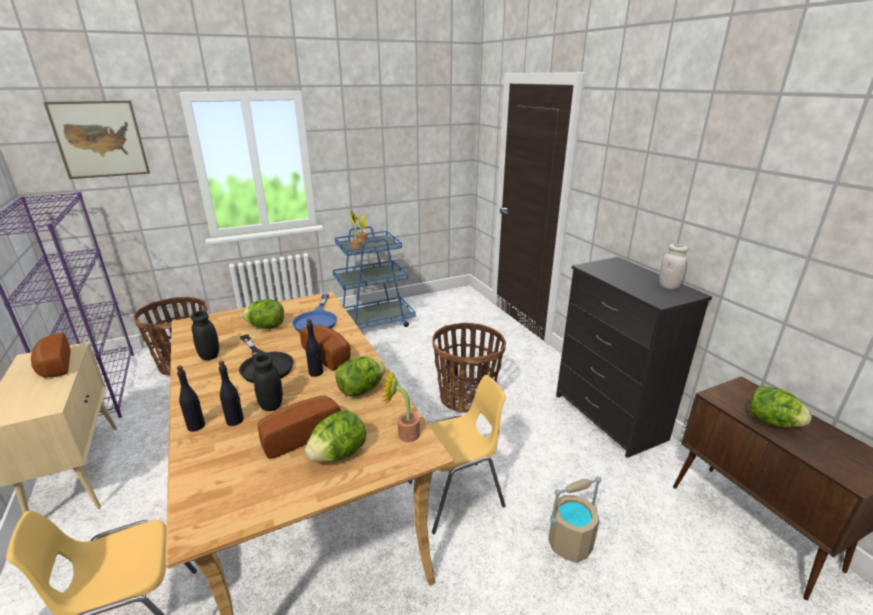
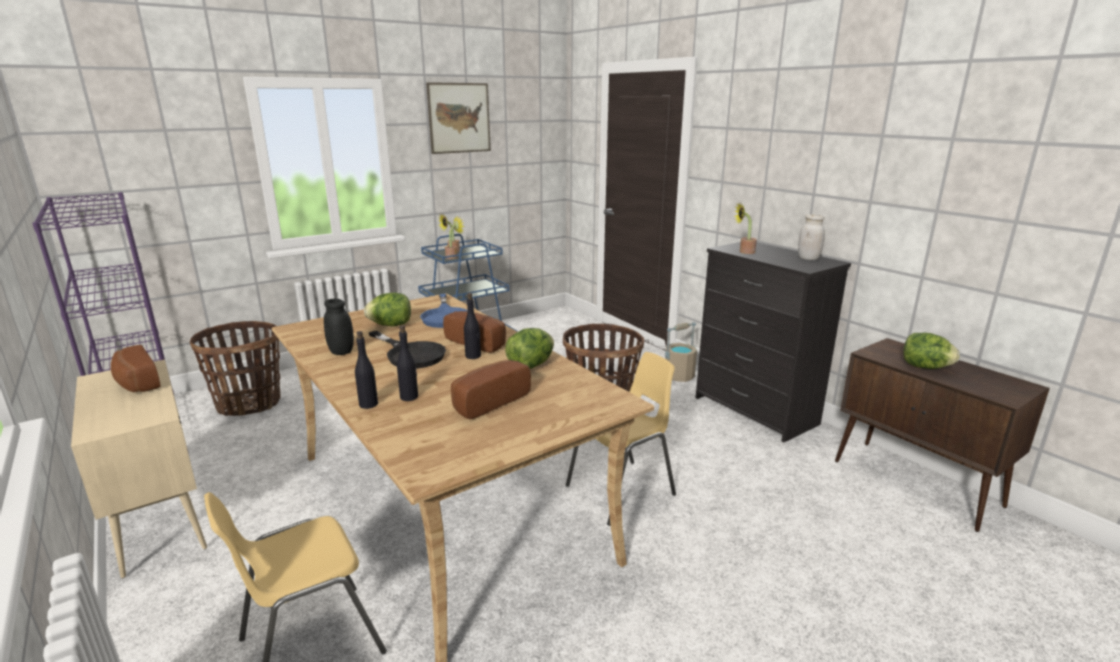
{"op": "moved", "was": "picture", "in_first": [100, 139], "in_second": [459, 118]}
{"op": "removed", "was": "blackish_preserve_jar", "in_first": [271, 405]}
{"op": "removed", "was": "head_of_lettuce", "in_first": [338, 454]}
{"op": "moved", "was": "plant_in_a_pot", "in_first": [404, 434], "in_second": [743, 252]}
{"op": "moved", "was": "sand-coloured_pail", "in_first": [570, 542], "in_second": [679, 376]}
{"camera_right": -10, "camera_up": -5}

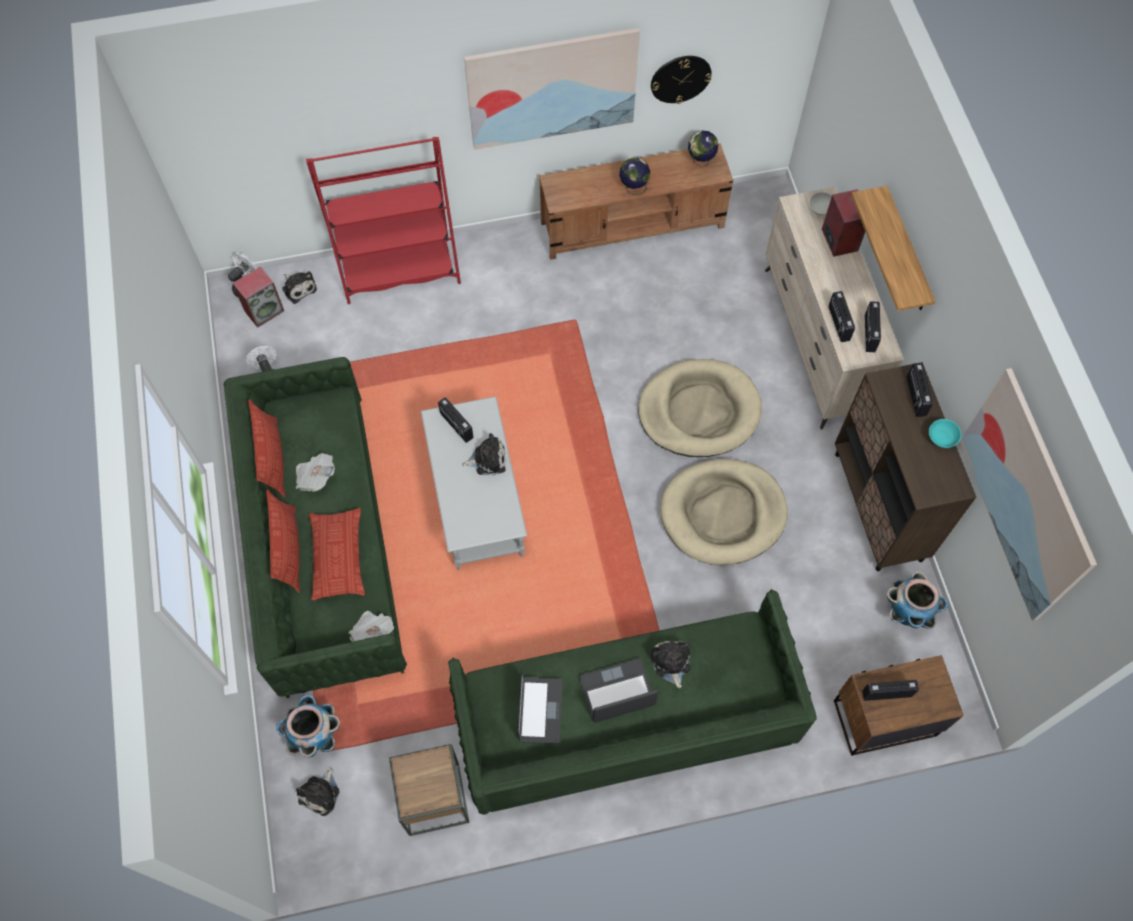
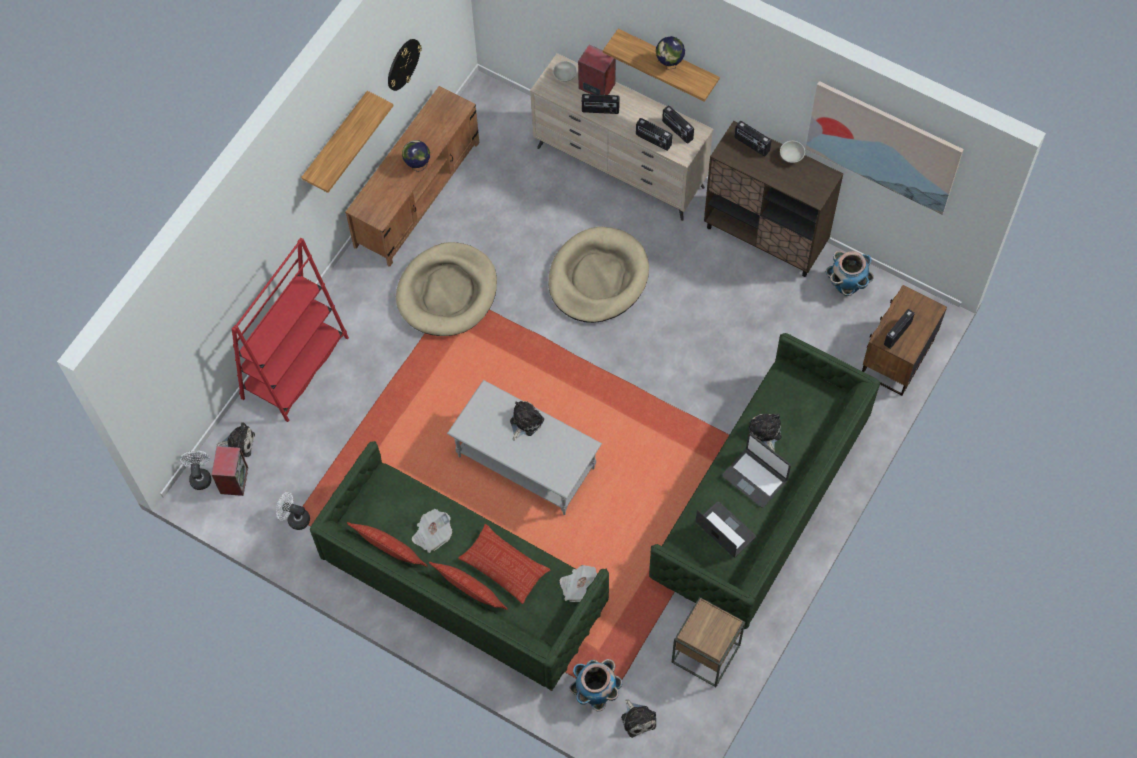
{"op": "moved", "was": "radio_set", "in_first": [456, 426], "in_second": [600, 110]}
{"op": "replaced", "was": "picture", "now": "bracket_shelf", "in_first": [552, 88], "in_second": [336, 141]}
{"op": "turned", "was": "portable_computer", "in_first": [617, 692], "in_second": [755, 477], "clockwise": -75}
{"op": "turned", "was": "plush_toy", "in_first": [670, 663], "in_second": [765, 433], "clockwise": 45}
{"op": "moved", "was": "sand-coloured_dog_bed", "in_first": [723, 513], "in_second": [447, 292]}
{"op": "moved", "was": "desk_globe", "in_first": [700, 161], "in_second": [669, 64]}
{"op": "recoloured", "was": "blue-green_deep_dish", "now": "white_deep_dish", "in_first": [941, 440], "in_second": [792, 158]}
{"camera_right": -45, "camera_up": 0}

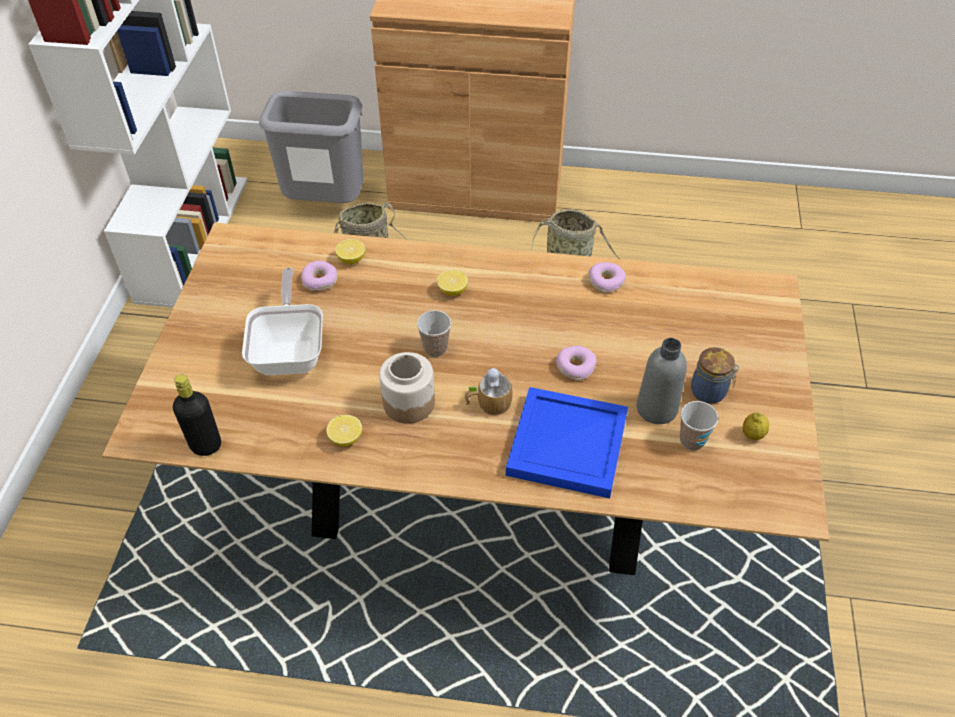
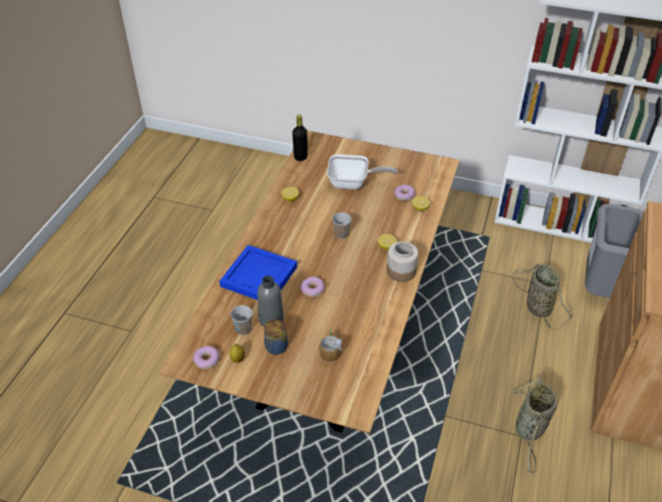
{"op": "moved", "was": "preserve_jar", "in_first": [409, 402], "in_second": [401, 271]}
{"op": "moved", "was": "mug", "in_first": [488, 403], "in_second": [330, 351]}
{"op": "moved", "was": "ring_doughnut", "in_first": [605, 281], "in_second": [207, 360]}
{"camera_right": 100, "camera_up": -5}

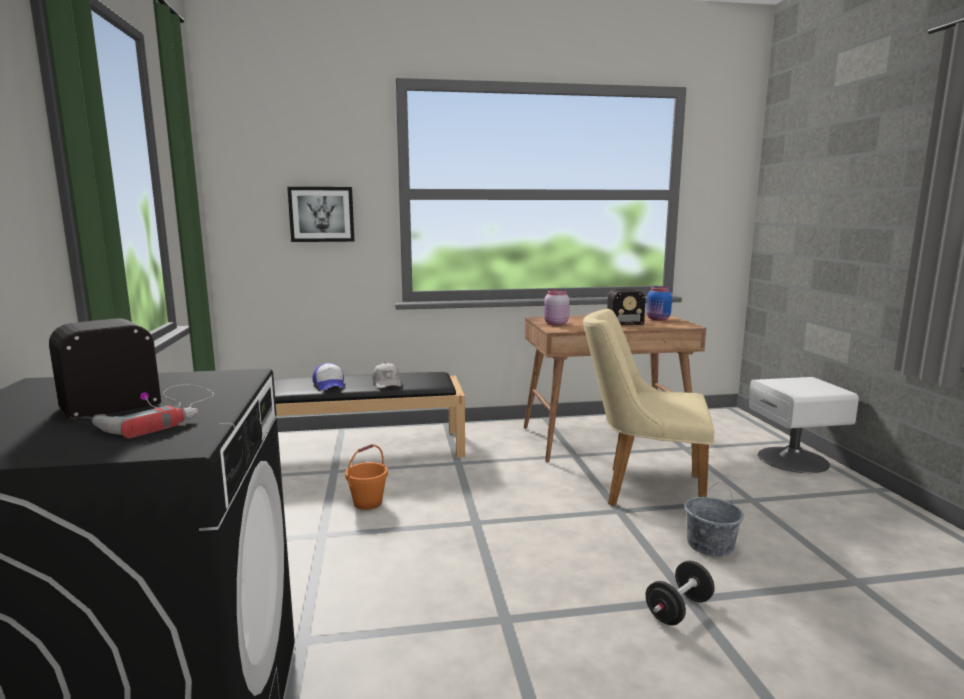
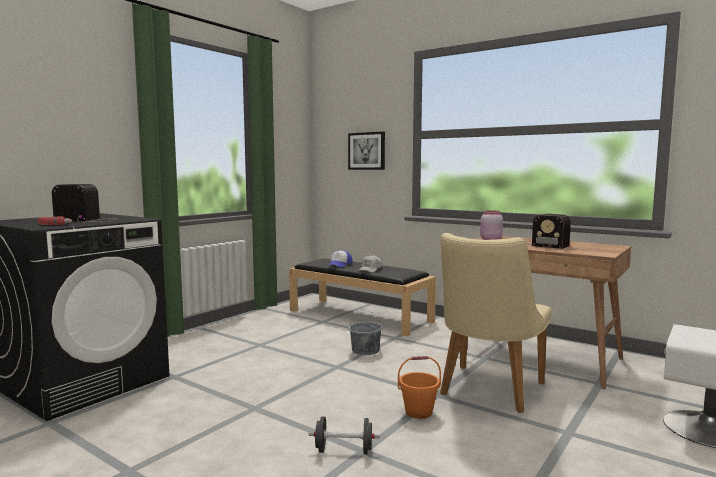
{"op": "moved", "was": "orange_pail", "in_first": [368, 503], "in_second": [418, 412]}
{"op": "turned", "was": "sand-coloured_chair", "in_first": [643, 489], "in_second": [487, 391], "clockwise": -120}
{"op": "removed", "was": "bluish_preserve_jar", "in_first": [658, 319]}
{"op": "moved", "was": "greyish_pail", "in_first": [710, 545], "in_second": [365, 351]}
{"camera_right": 45, "camera_up": -5}

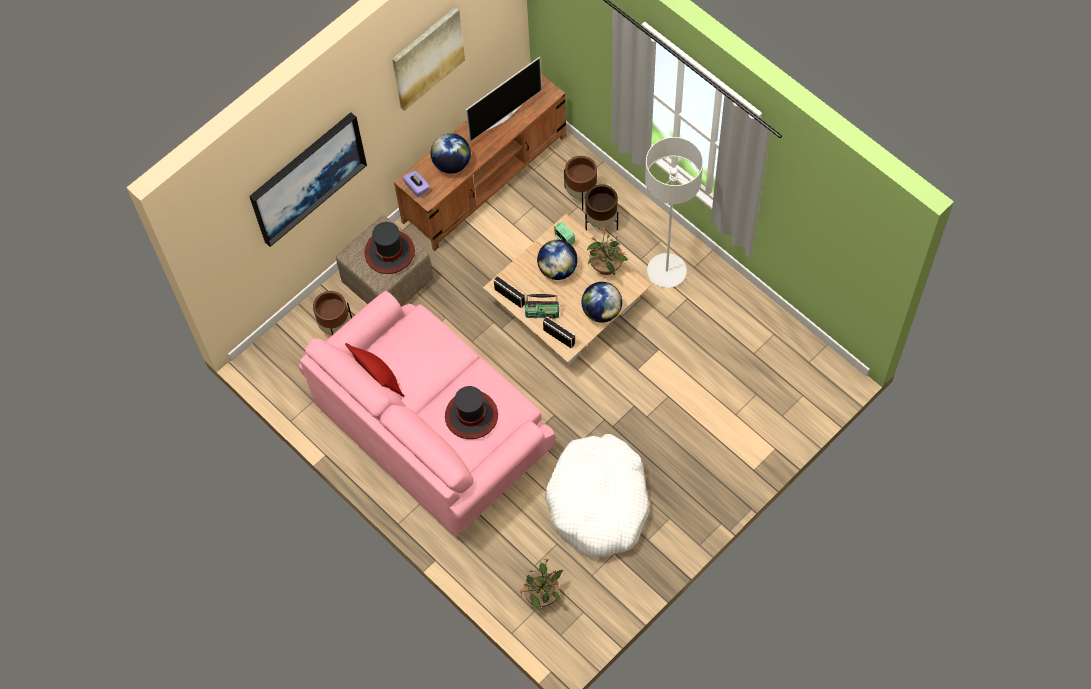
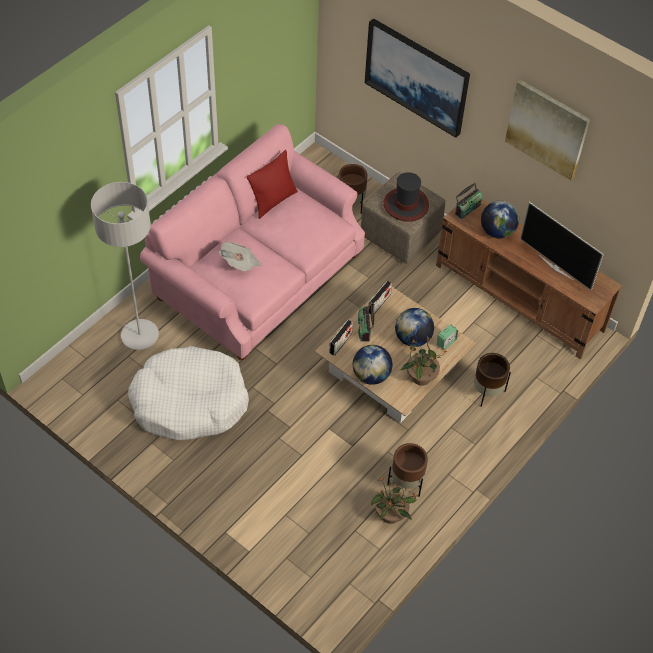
{"op": "replaced", "was": "purplish_tissue_holder", "now": "radio_set", "in_first": [417, 187], "in_second": [467, 208]}
{"op": "replaced", "was": "clothing_hat", "now": "printed_paper", "in_first": [471, 415], "in_second": [240, 264]}
{"op": "moved", "was": "plant_in_a_pot", "in_first": [542, 594], "in_second": [391, 515]}
{"op": "moved", "was": "brown-coloured_flower_pot", "in_first": [581, 194], "in_second": [406, 483]}
{"op": "moved", "was": "greyish_floor_lamp", "in_first": [666, 271], "in_second": [140, 335]}
{"camera_right": 80, "camera_up": -10}

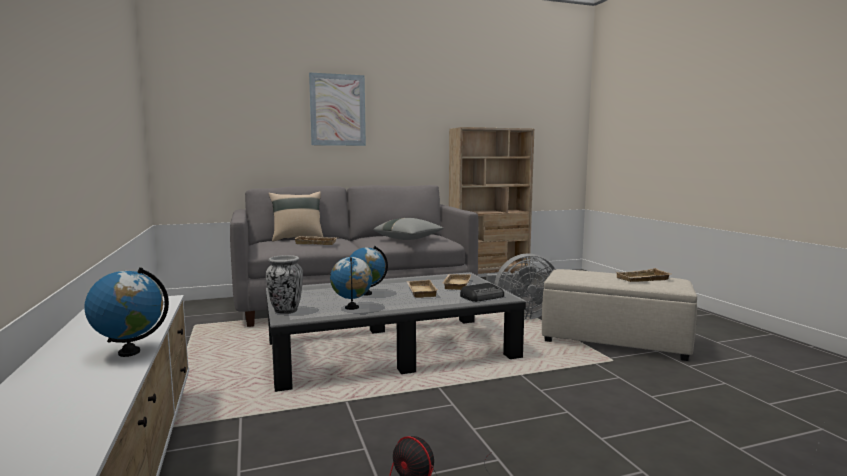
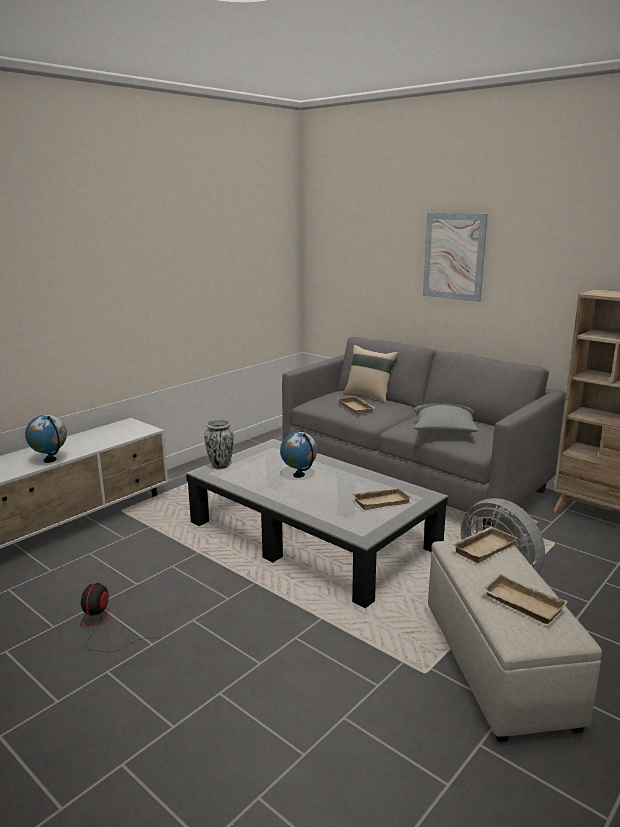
{"op": "removed", "was": "desk_globe", "in_first": [352, 308]}
{"op": "moved", "was": "sand-coloured_carrying_tray", "in_first": [420, 291], "in_second": [483, 547]}
{"op": "removed", "was": "radio_set", "in_first": [483, 297]}
{"camera_right": 60, "camera_up": 10}

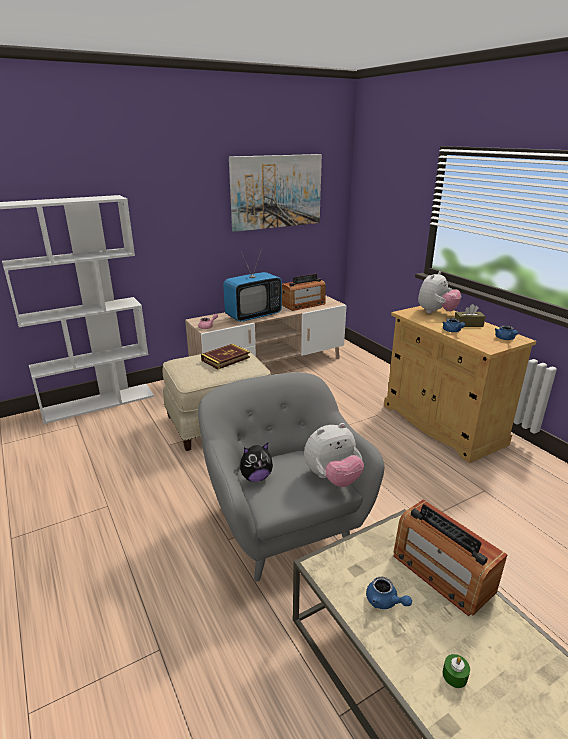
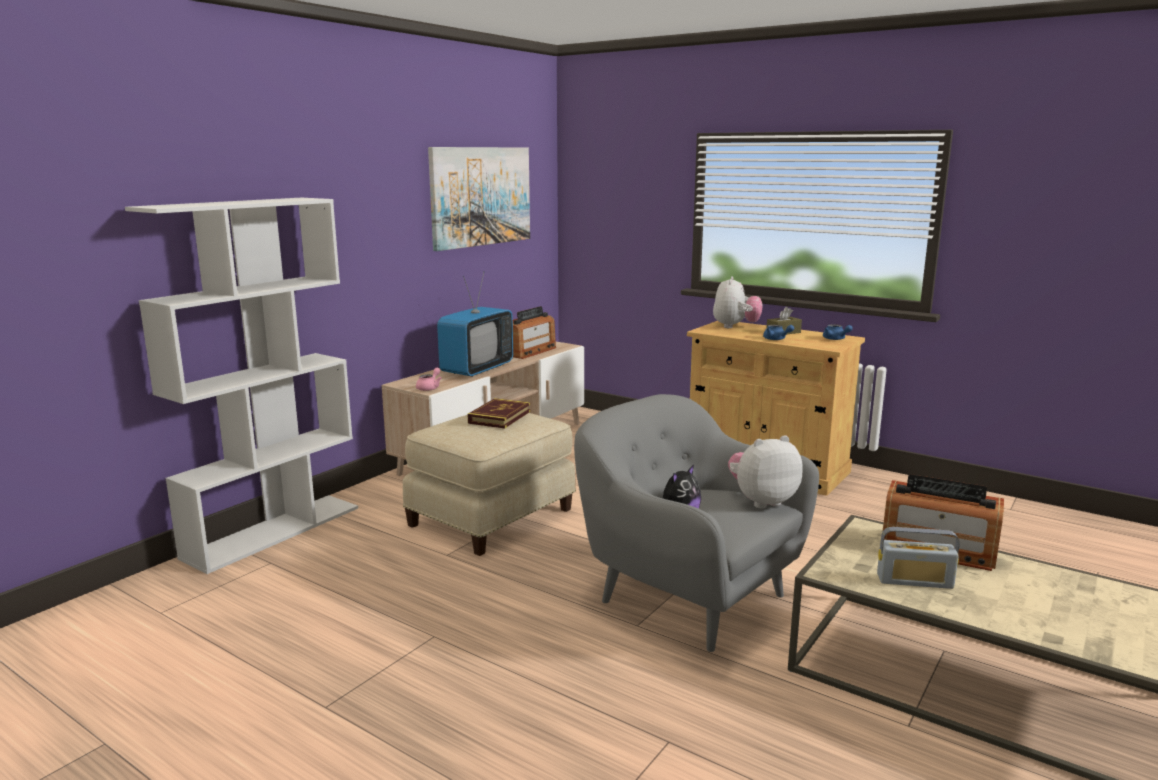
{"op": "turned", "was": "plush_toy", "in_first": [332, 478], "in_second": [761, 501], "clockwise": -150}
{"op": "replaced", "was": "bluish_tea_pot", "now": "radio_set", "in_first": [385, 602], "in_second": [914, 581]}
{"op": "removed", "was": "green_wax_candle", "in_first": [454, 675]}
{"camera_right": -25, "camera_up": -10}

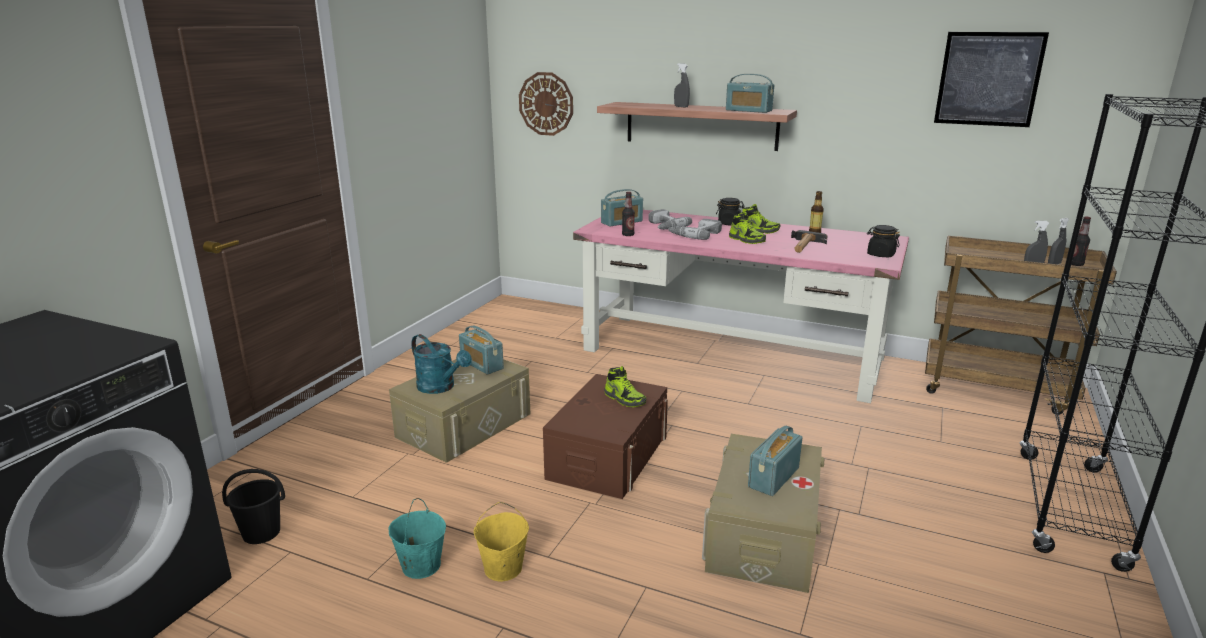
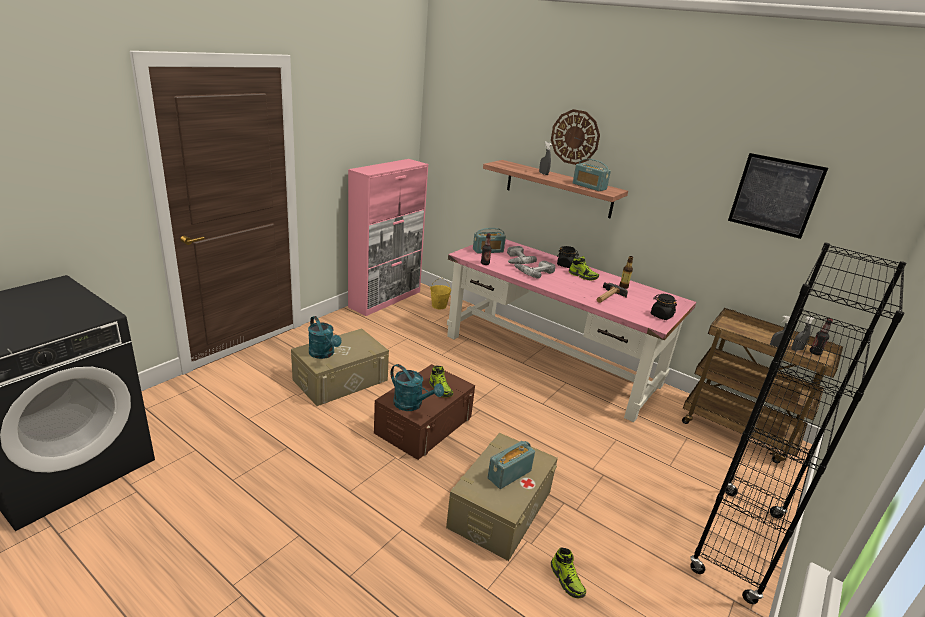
{"op": "removed", "was": "blackish_pail", "in_first": [261, 533]}
{"op": "removed", "was": "blue-green_pail", "in_first": [420, 566]}
{"op": "removed", "was": "radio_set", "in_first": [481, 364]}
{"op": "moved", "was": "yellow_pail", "in_first": [503, 569], "in_second": [439, 306]}
{"op": "moved", "was": "wall_clock", "in_first": [546, 104], "in_second": [575, 137]}
{"op": "moved", "was": "shoe", "in_first": [747, 240], "in_second": [567, 580]}
{"op": "added", "now": "pink-coloured_cupboard", "in_second": [385, 299]}
{"op": "added", "now": "blue-green_watering_can", "in_second": [412, 405]}
{"camera_right": 10, "camera_up": 5}

